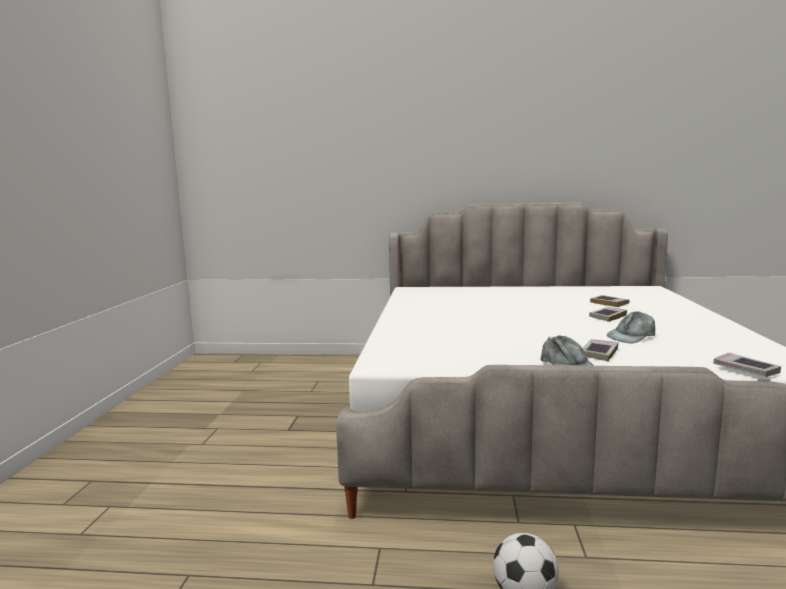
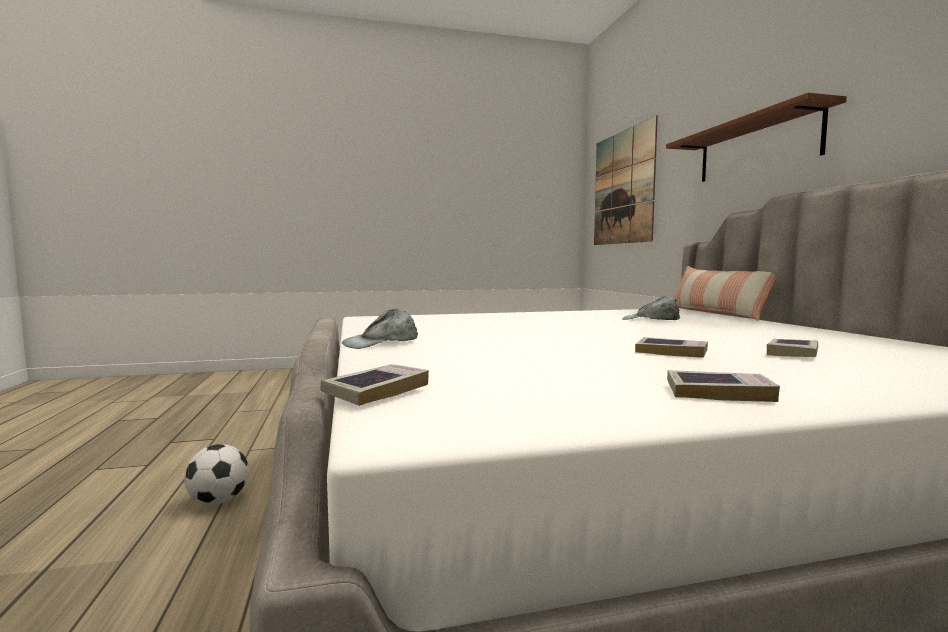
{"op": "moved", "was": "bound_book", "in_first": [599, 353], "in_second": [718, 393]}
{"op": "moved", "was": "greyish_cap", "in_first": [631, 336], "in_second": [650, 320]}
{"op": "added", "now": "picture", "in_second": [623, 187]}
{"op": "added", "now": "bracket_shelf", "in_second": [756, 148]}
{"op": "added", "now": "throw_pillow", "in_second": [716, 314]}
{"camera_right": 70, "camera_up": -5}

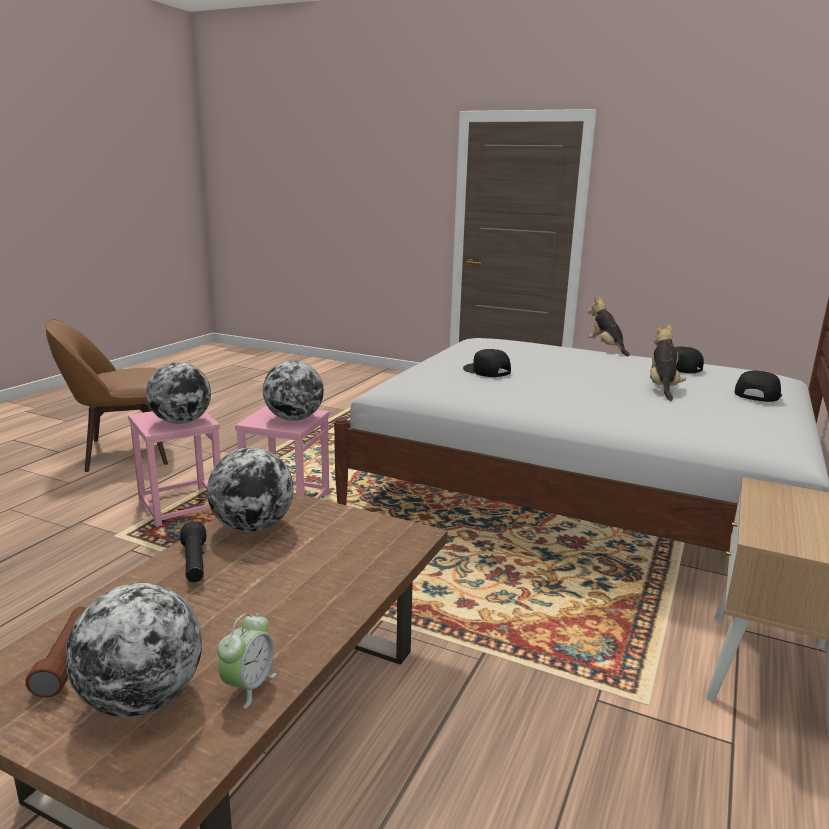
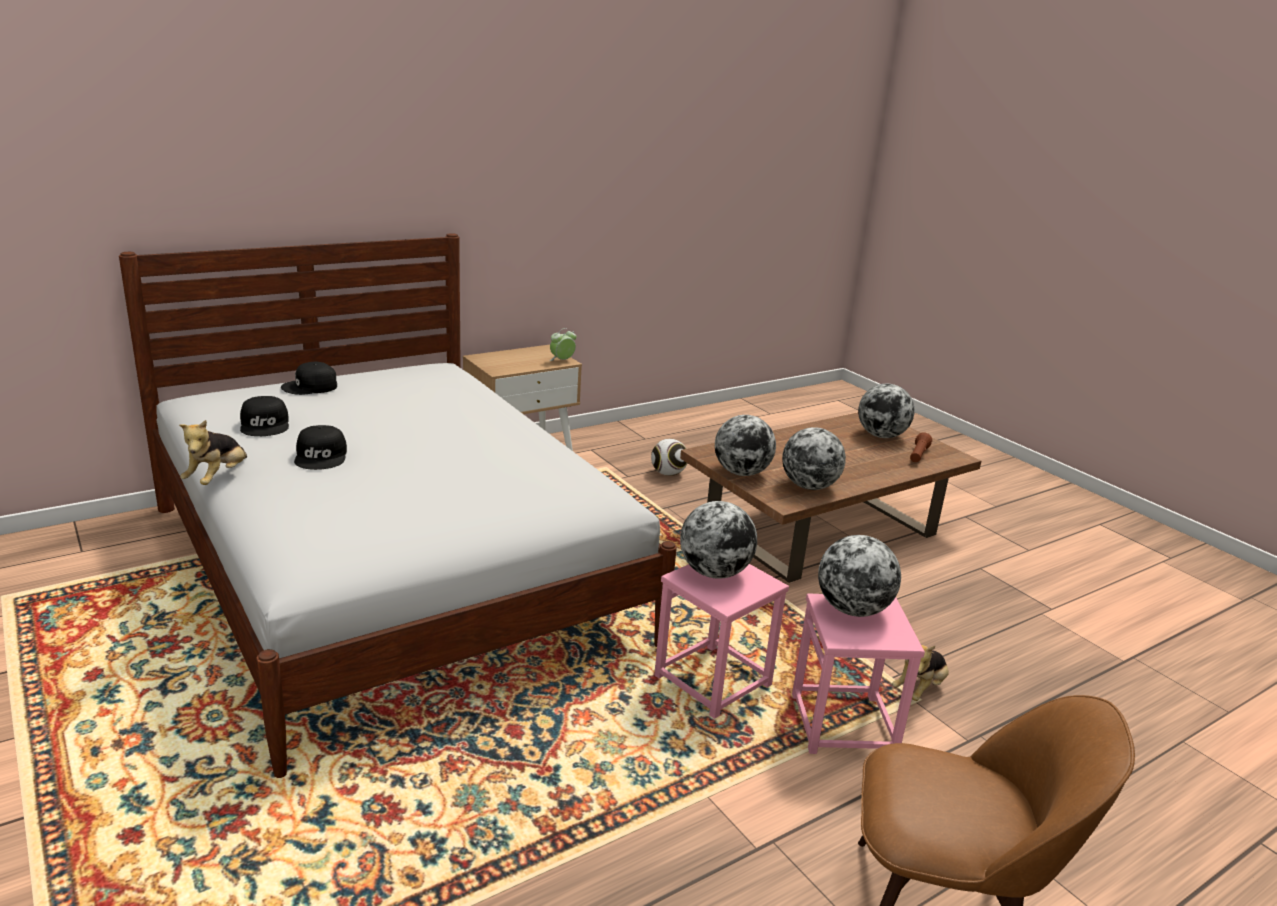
{"op": "removed", "was": "blackish_flashlight", "in_first": [194, 564]}
{"op": "moved", "was": "alarm_clock", "in_first": [248, 686], "in_second": [562, 360]}
{"op": "moved", "was": "blackish_cap", "in_first": [486, 371], "in_second": [322, 456]}
{"op": "moved", "was": "plush_toy", "in_first": [662, 388], "in_second": [920, 689]}
{"op": "added", "now": "football", "in_second": [668, 473]}
{"op": "added", "now": "desk_globe", "in_second": [741, 473]}
{"camera_right": -150, "camera_up": 5}

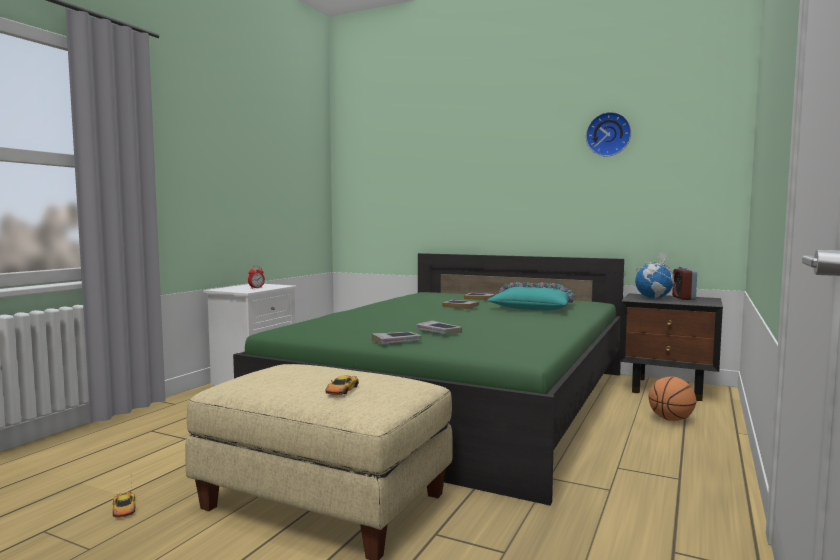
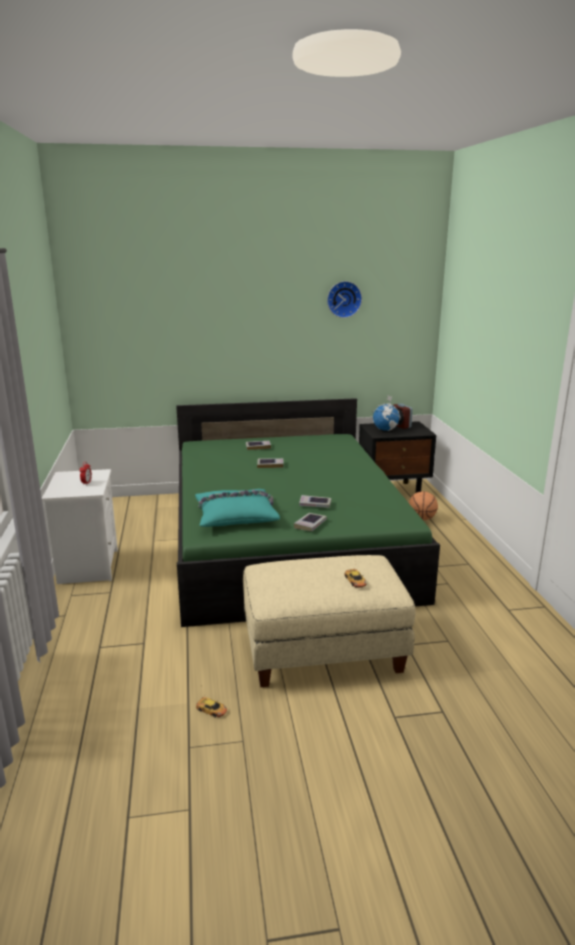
{"op": "moved", "was": "blue-green_throw_pillow", "in_first": [534, 307], "in_second": [236, 515]}
{"camera_right": -35, "camera_up": 15}

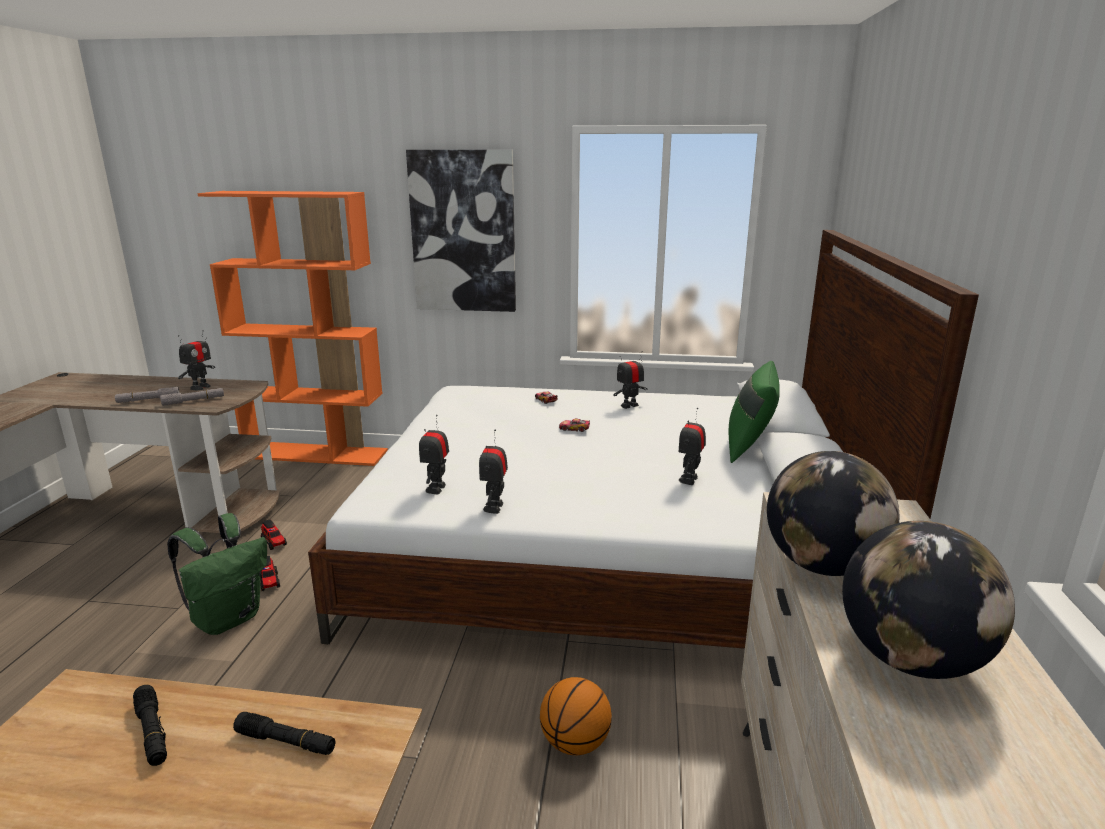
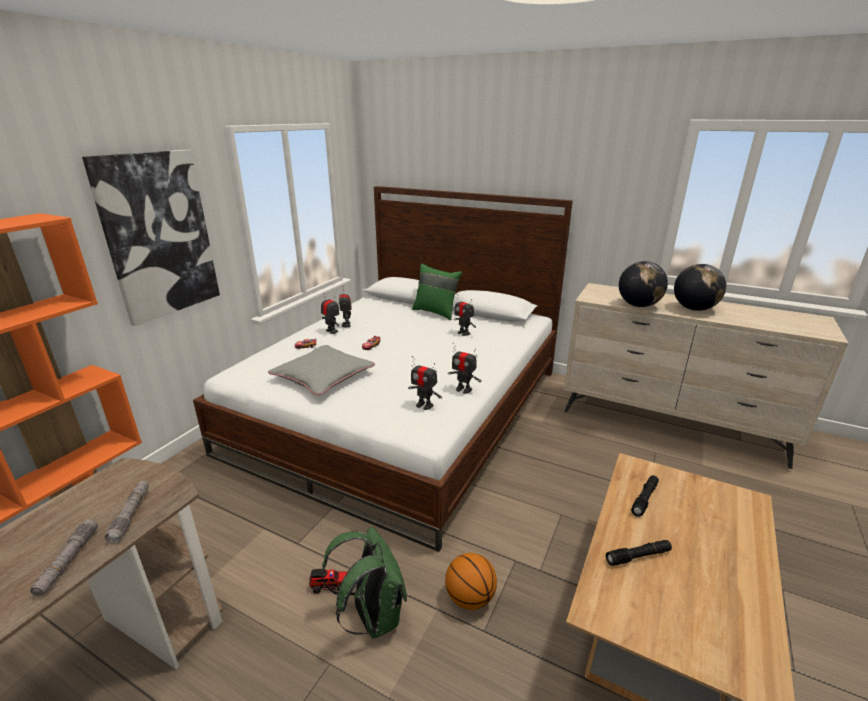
{"op": "moved", "was": "robot_figure", "in_first": [200, 387], "in_second": [332, 331]}
{"op": "removed", "was": "toy_lorry", "in_first": [274, 543]}
{"op": "moved", "was": "ball_for_basketball", "in_first": [574, 743], "in_second": [470, 598]}
{"op": "added", "now": "greyish_throw_pillow", "in_second": [323, 376]}
{"camera_right": -70, "camera_up": 5}

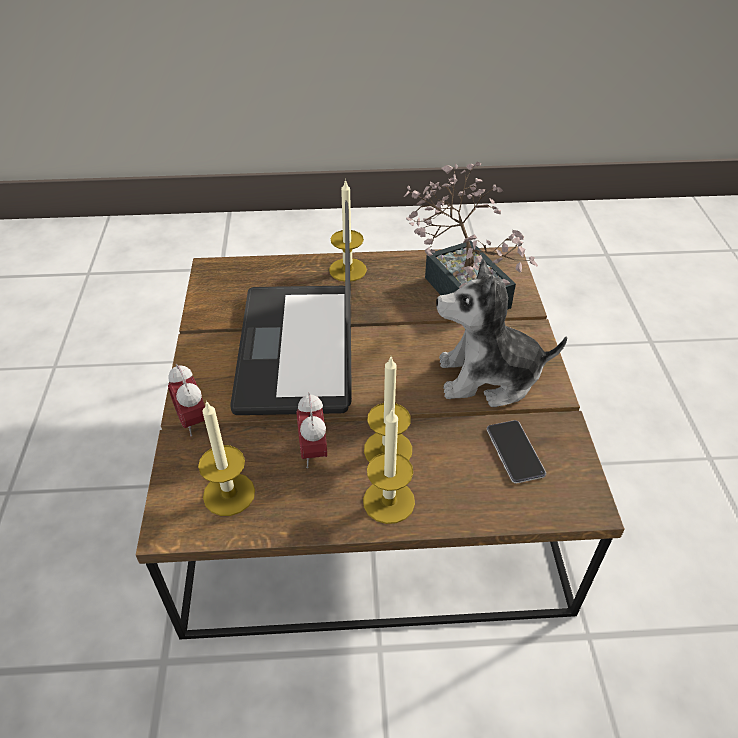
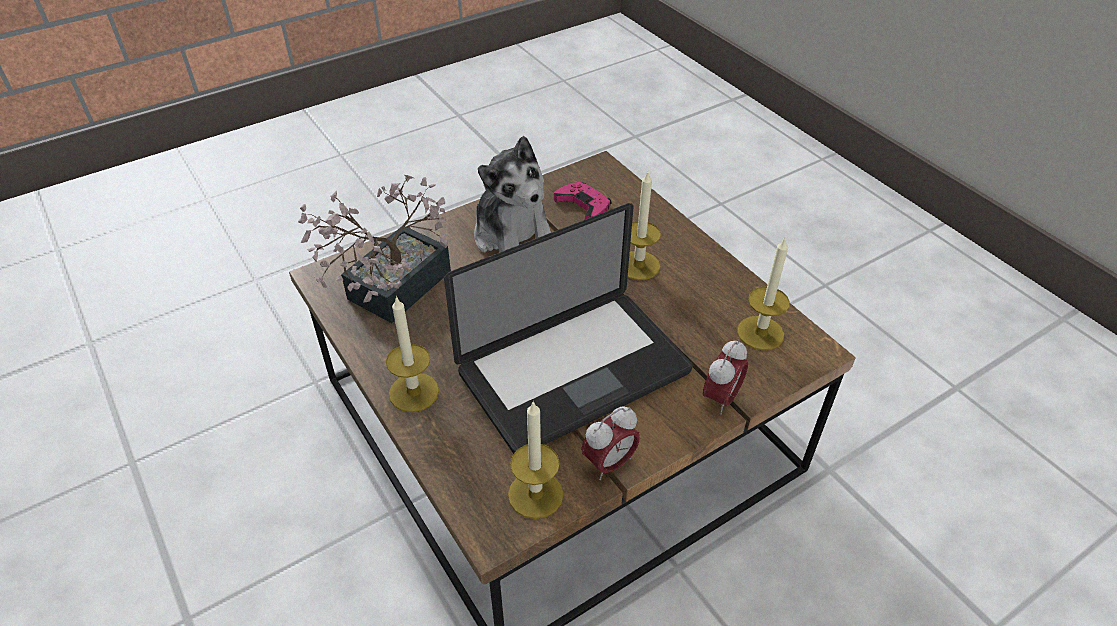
{"op": "moved", "was": "alarm_clock", "in_first": [313, 452], "in_second": [609, 463]}
{"op": "moved", "was": "wax_candle", "in_first": [388, 501], "in_second": [535, 494]}
{"op": "replaced", "was": "handset", "now": "pink-coloured_joypad", "in_first": [515, 452], "in_second": [583, 205]}
{"camera_right": -120, "camera_up": 0}

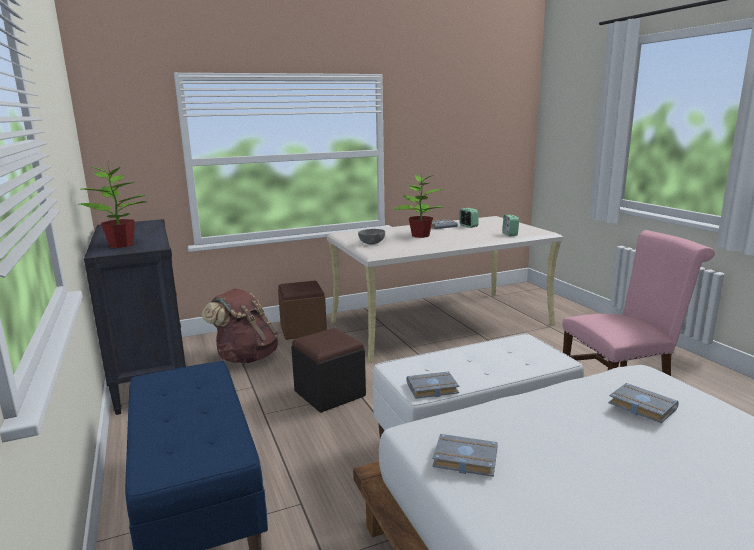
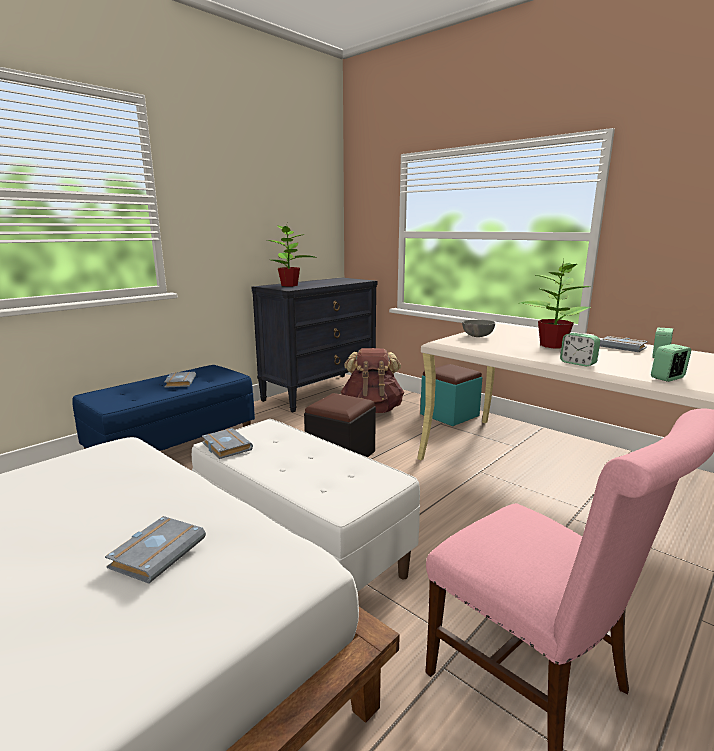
{"op": "recoloured", "was": "brown-coloured_ottoman", "now": "blue-green_ottoman", "in_first": [303, 329], "in_second": [449, 415]}
{"op": "moved", "was": "greyish_bound_book", "in_first": [463, 460], "in_second": [179, 382]}
{"op": "added", "now": "alarm_clock", "in_second": [578, 363]}
{"camera_right": 65, "camera_up": 0}

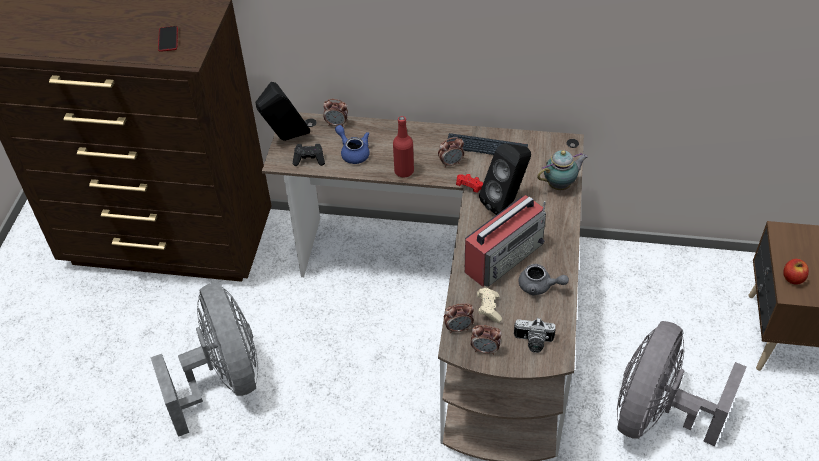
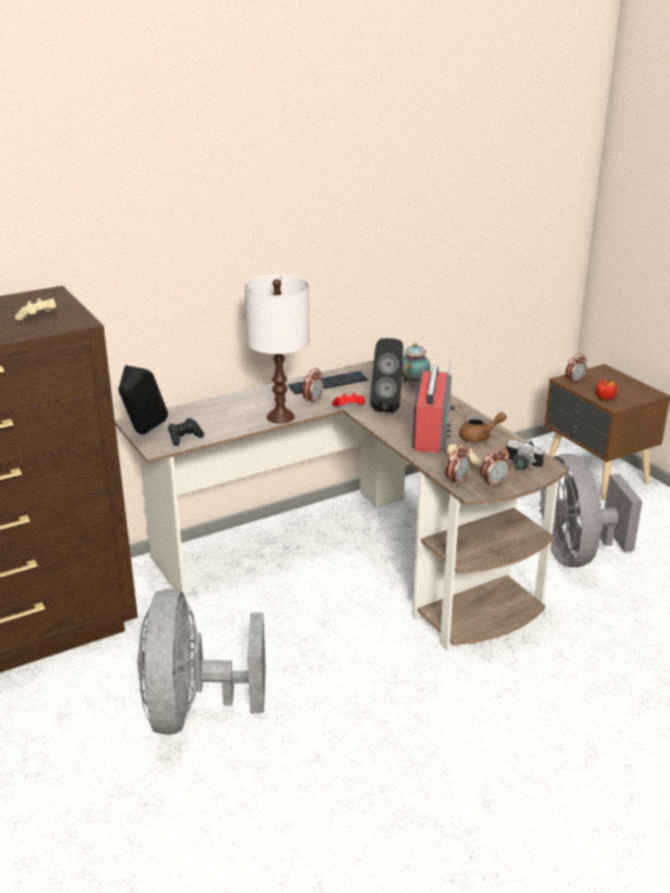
{"op": "turned", "was": "greyish_cooling_fan", "in_first": [223, 380], "in_second": [193, 710], "clockwise": -120}
{"op": "replaced", "was": "handset", "now": "sand-coloured_joypad", "in_first": [168, 39], "in_second": [38, 317]}
{"op": "moved", "was": "alarm_clock", "in_first": [337, 124], "in_second": [574, 381]}
{"op": "removed", "was": "bluish_tea_pot", "in_first": [353, 152]}
{"op": "replaced", "was": "reddish_bottle", "now": "white_lamp_for_a_table", "in_first": [404, 171], "in_second": [280, 417]}
{"op": "turned", "was": "photo_camera", "in_first": [533, 343], "in_second": [521, 466], "clockwise": 60}
{"op": "recoloured", "was": "greyish_tea_pot", "now": "brown-coloured_tea_pot", "in_first": [539, 287], "in_second": [480, 437]}
{"camera_right": -40, "camera_up": -20}

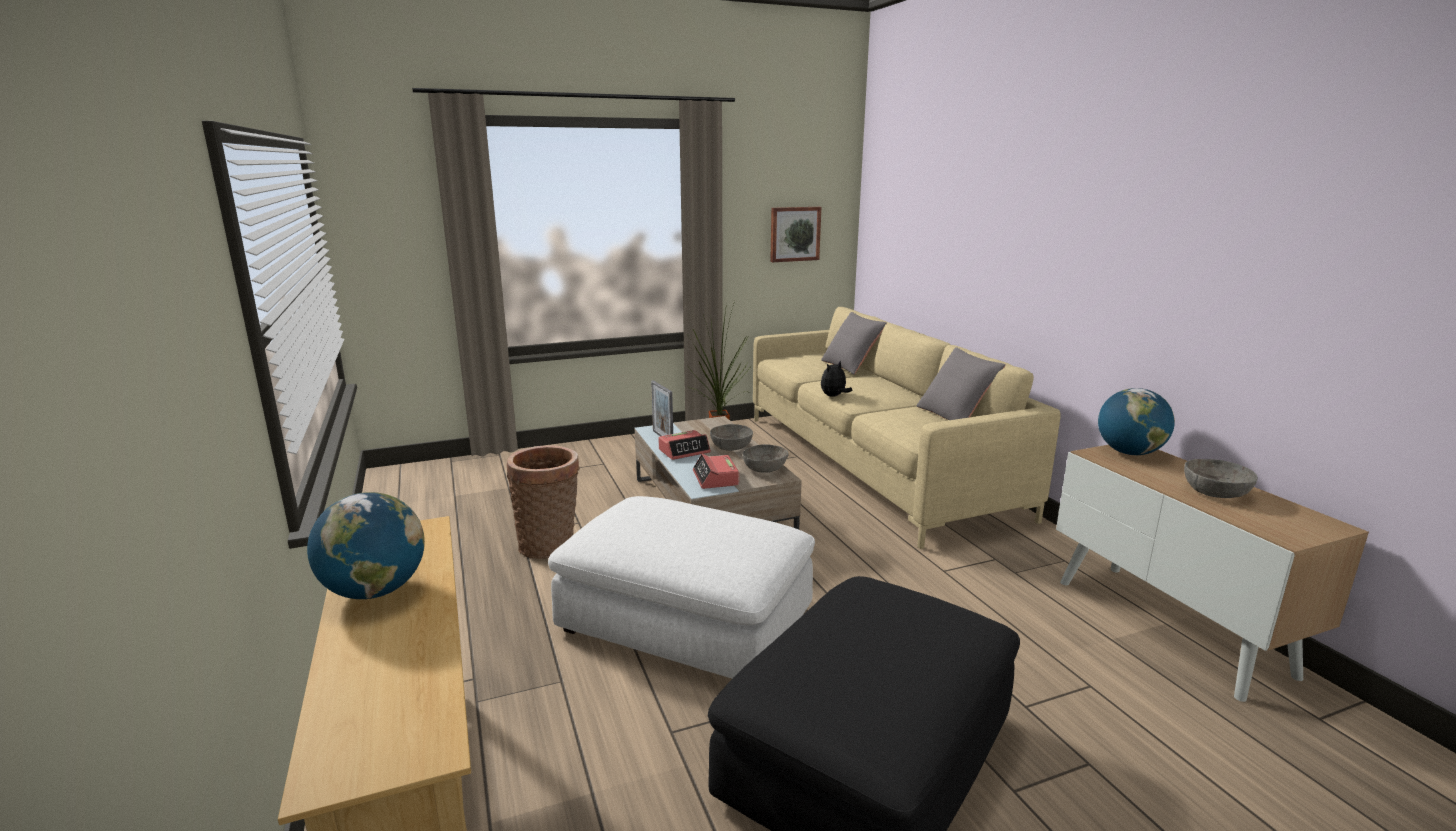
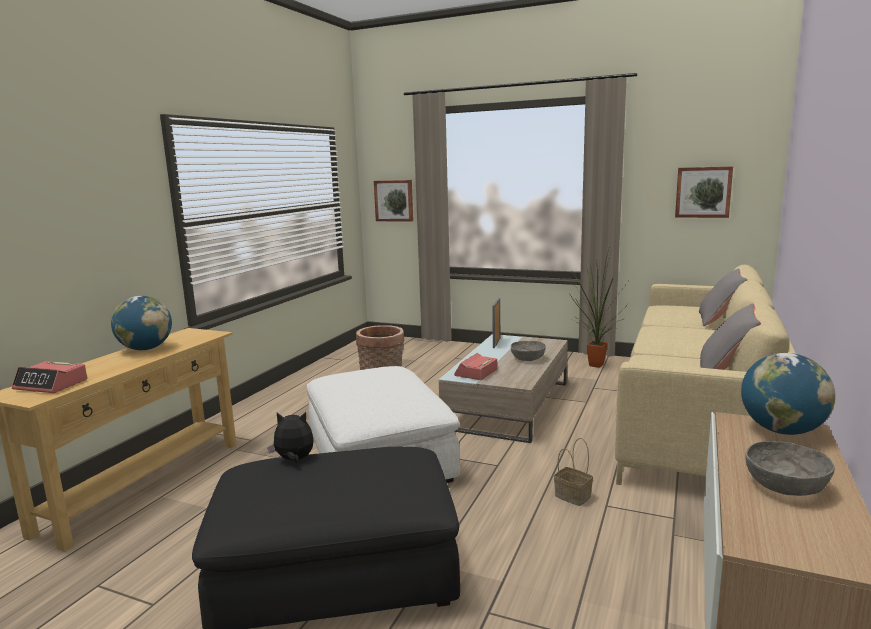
{"op": "moved", "was": "alarm_clock", "in_first": [684, 451], "in_second": [51, 385]}
{"op": "removed", "was": "greyish_deep_dish", "in_first": [765, 469]}
{"op": "moved", "was": "plush_toy", "in_first": [834, 396], "in_second": [294, 460]}
{"op": "added", "now": "picture", "in_second": [394, 200]}
{"op": "added", "now": "basket", "in_second": [571, 496]}
{"camera_right": 45, "camera_up": -5}

